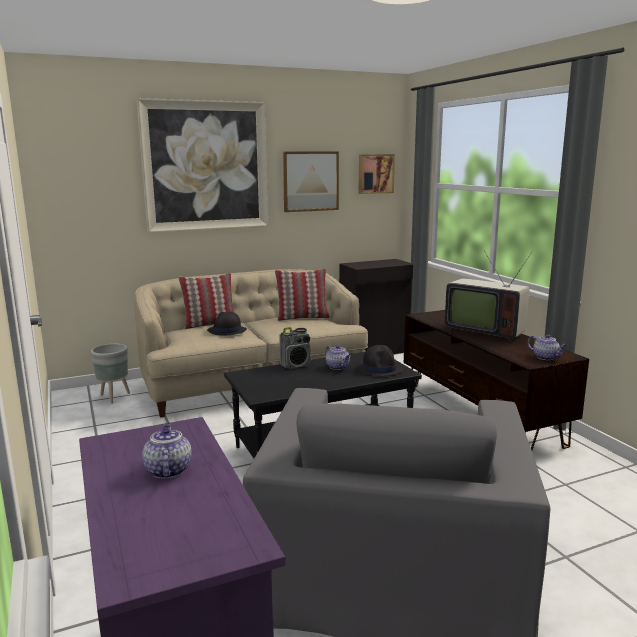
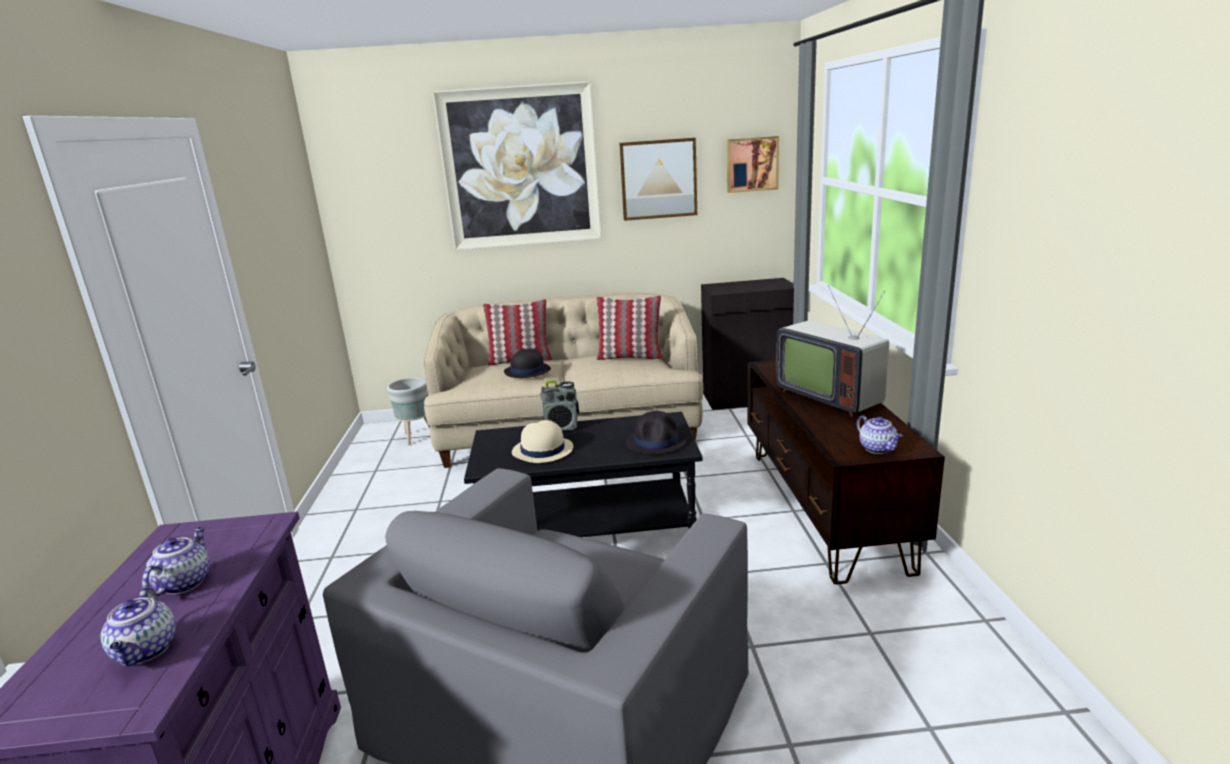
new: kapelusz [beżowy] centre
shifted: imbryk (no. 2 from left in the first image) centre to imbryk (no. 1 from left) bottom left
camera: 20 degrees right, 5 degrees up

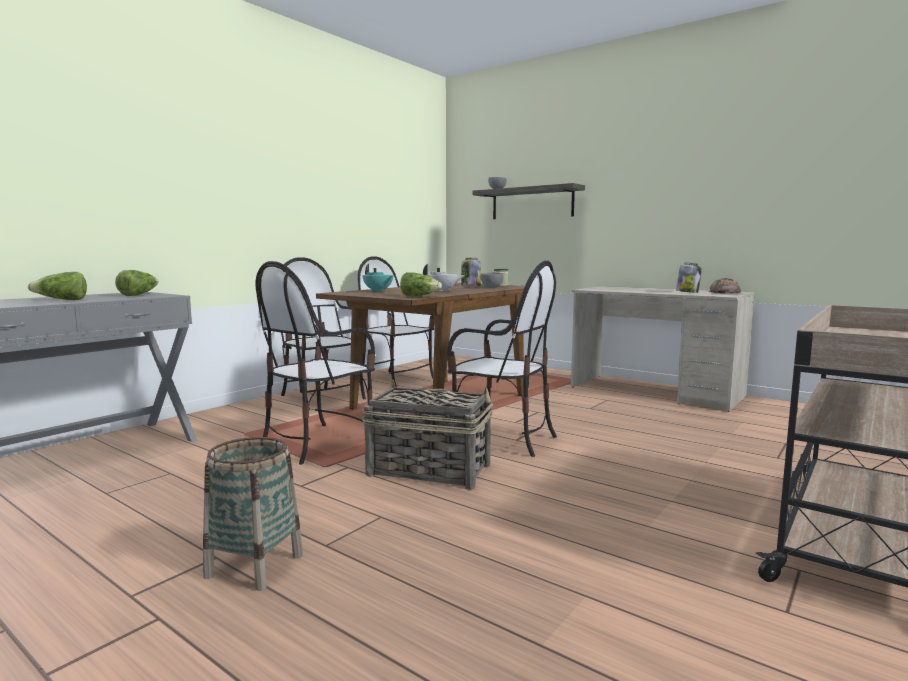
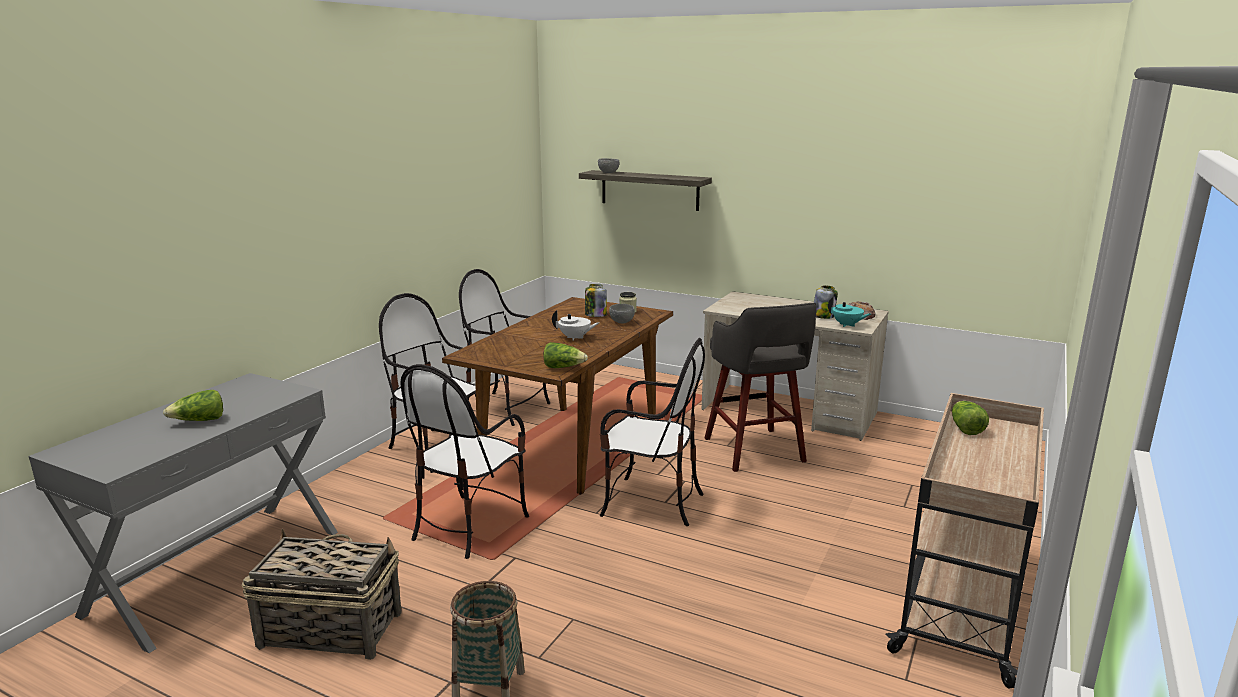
new: stołek [szary] centre
shifted: imbryk [turkusowy] centre to middle right; sałata (no. 2 from left in the first image) middle left to sałata (no. 3 from left) middle right; koszyk (no. 2 from left in the first image) centre to koszyk (no. 1 from left) bottom left
camera: 10 degrees left, 10 degrees up

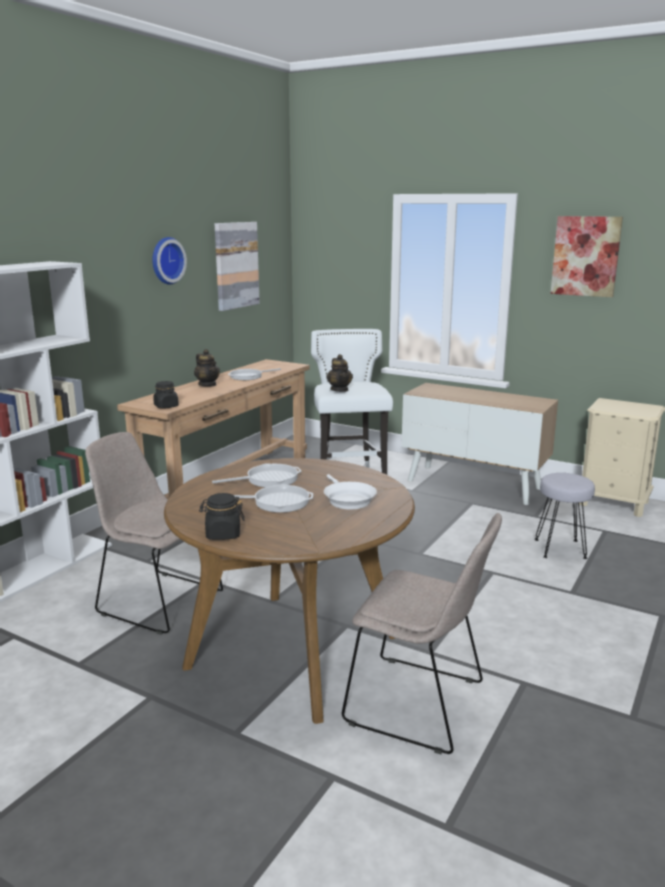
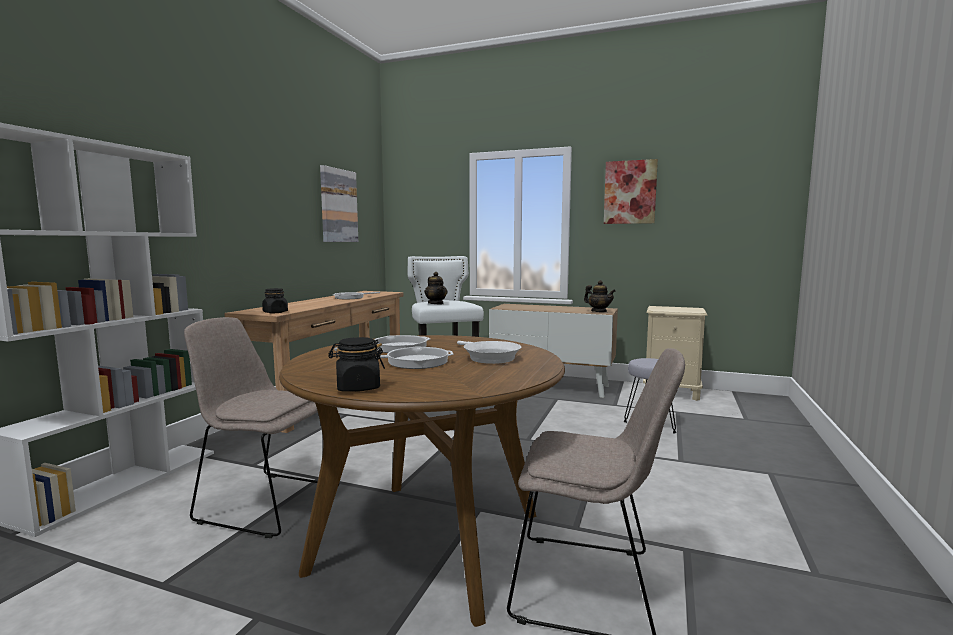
gone: zegar ścienny top left
shifted: imbryk (no. 1 from left in the first image) middle left to imbryk (no. 2 from left) centre
camera: 10 degrees left, 10 degrees down

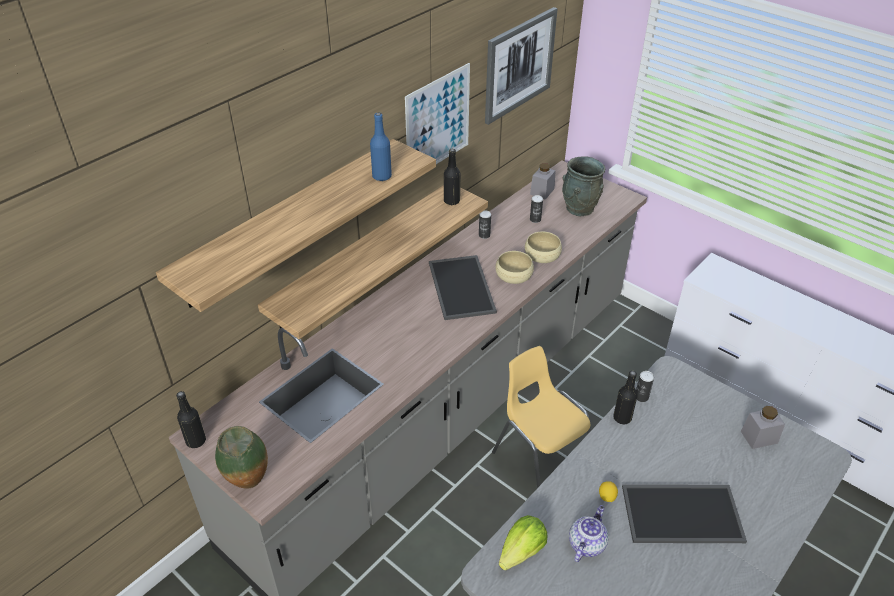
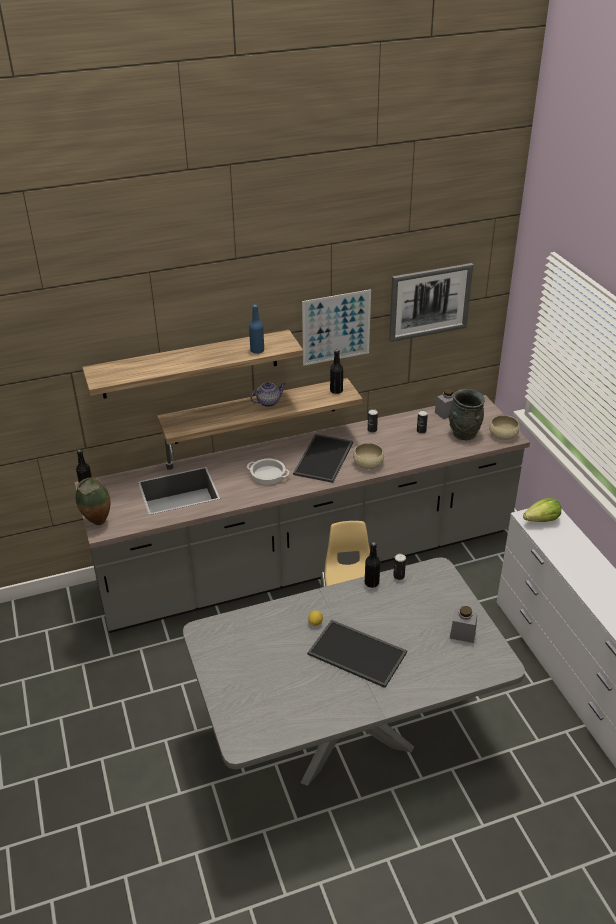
new: garnek centre
shifted: miska [beżowy] (no. 2 from left) centre to middle right; imbryk bottom centre to centre; sałata bottom centre to middle right
camera: 30 degrees right, 5 degrees down

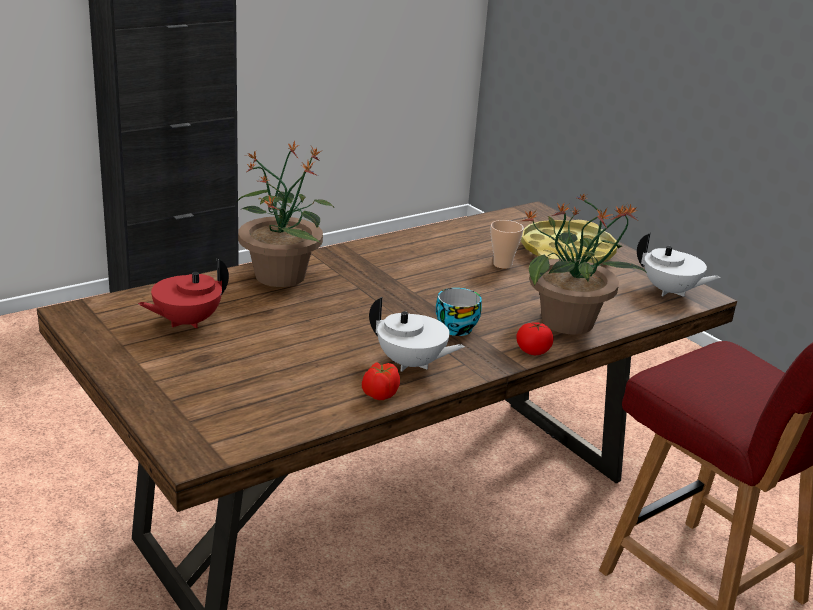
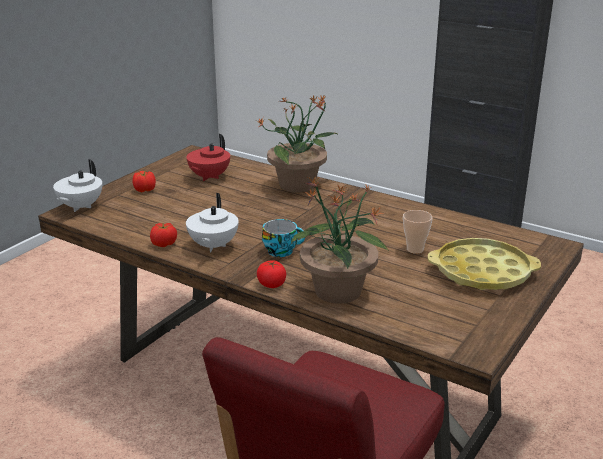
new: pomidor (no. 1 from left) middle left
shifted: imbryk [biały] (no. 2 from left in the first image) middle right to imbryk [biały] (no. 1 from left) middle left
rotated: imbryk [czerwony] middle left = centre 90 degrees counterclockwise
camera: 70 degrees right, 0 degrees up

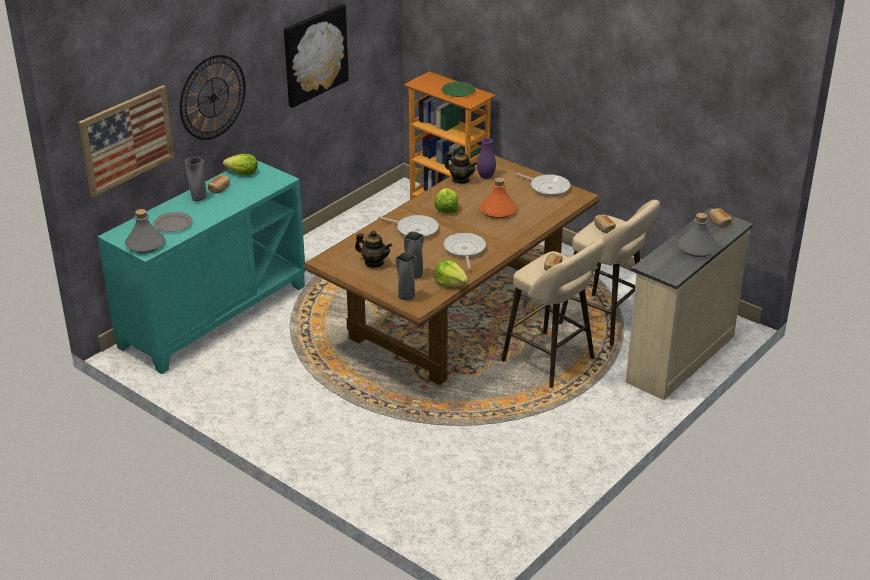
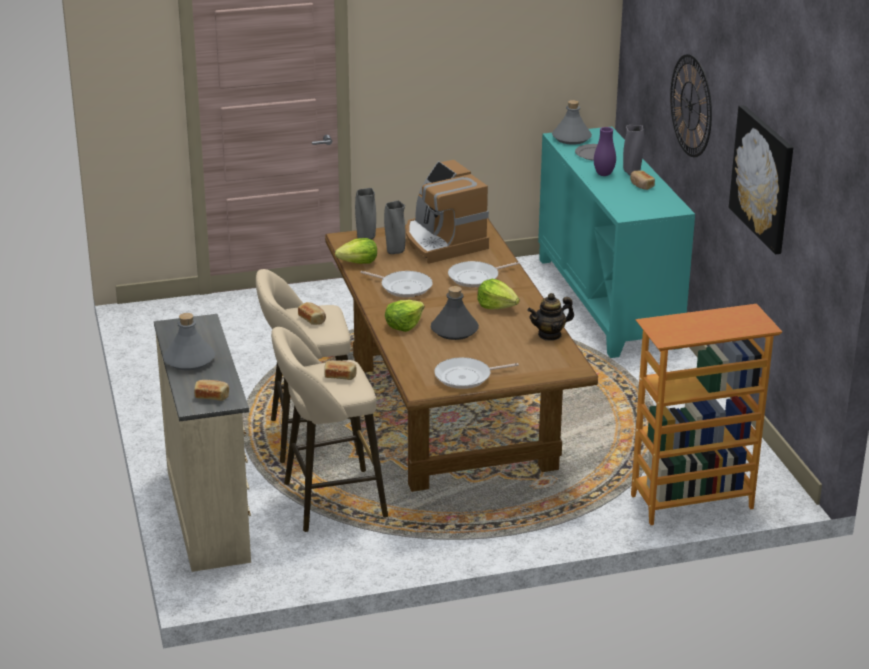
gone: talerz [zielony] top centre; obraz (no. 1 from left) top left
shifted: wazon [fioletowy] top centre to top right; sałata (no. 1 from left in the first image) top left to sałata (no. 2 from left) centre
swapped: imbryk (no. 1 from left) centre to ekspres do kawy top centre
repainted: butelka [pomarańczowy] centre to butelka [szary] (no. 2 from left) centre
camera: 125 degrees right, 5 degrees down

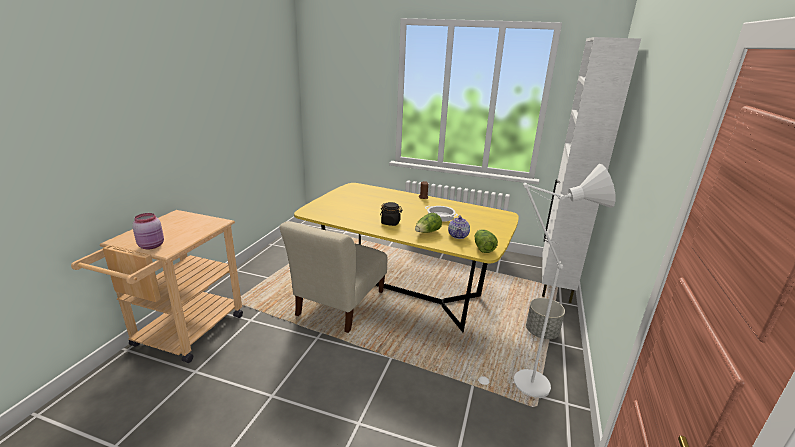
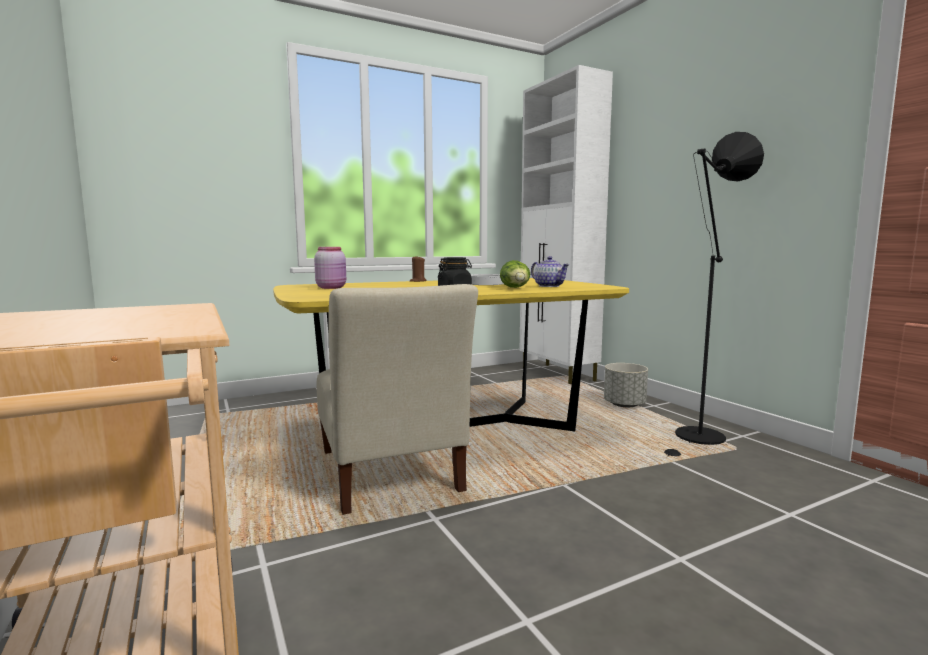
gone: sałata (no. 2 from left) centre
shifted: słoik [różowy] middle left to centre
repainted: lampa stojąca [biały] middle right to lampa stojąca [czarny] middle right
camera: 45 degrees left, 15 degrees down

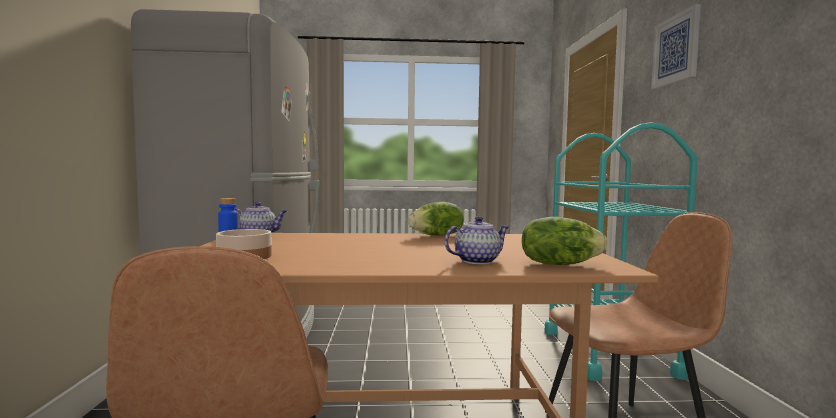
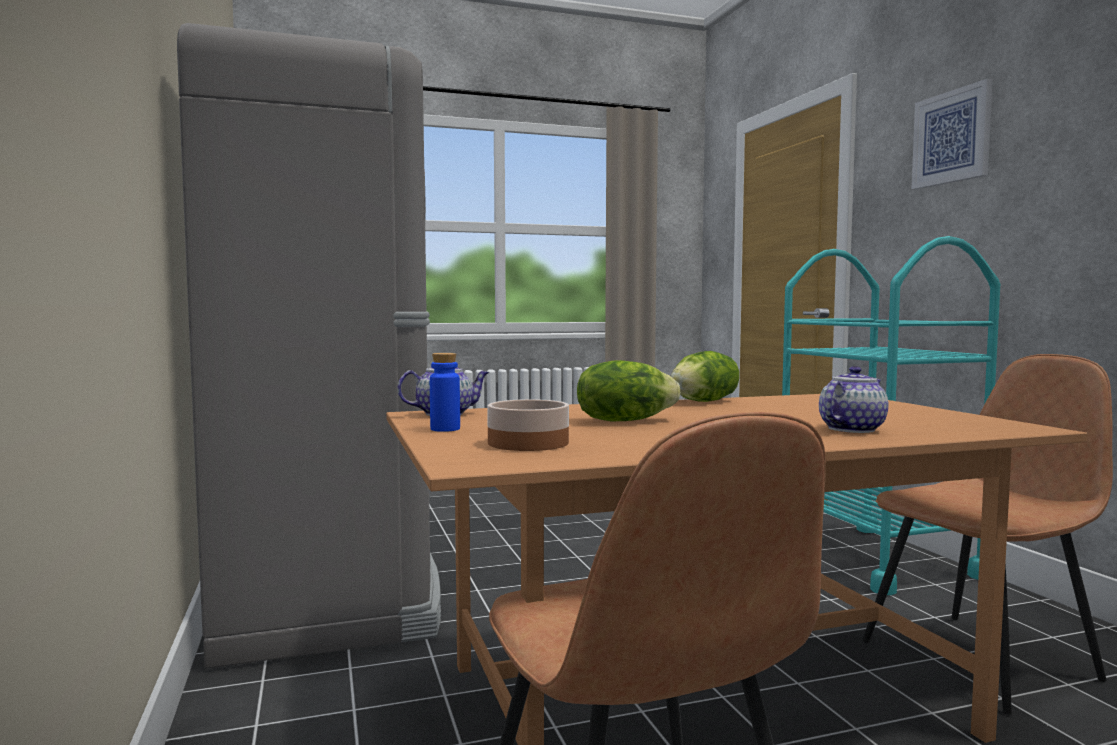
shifted: sałata (no. 2 from left in the first image) middle right to sałata (no. 1 from left) centre
camera: 15 degrees left, 0 degrees up

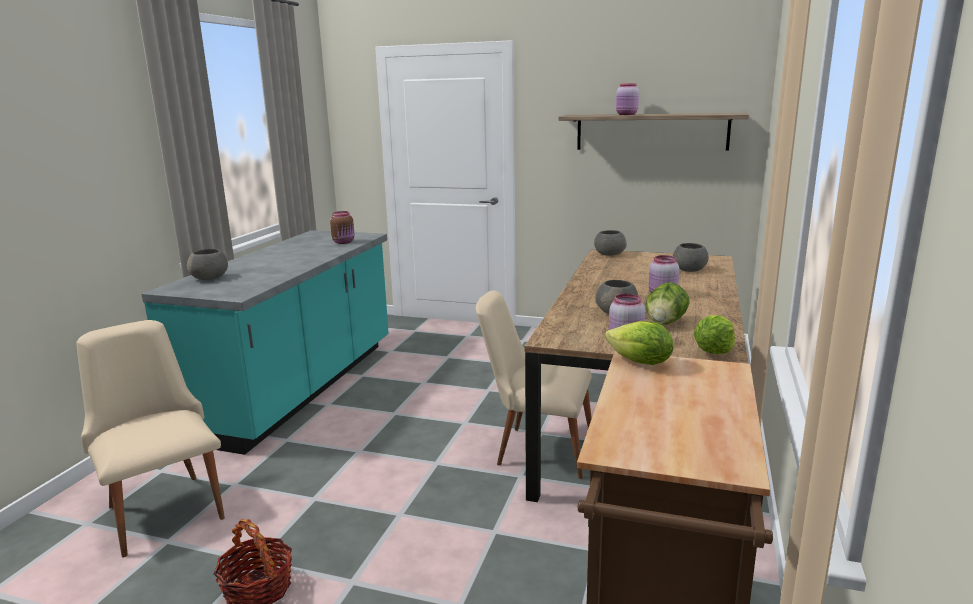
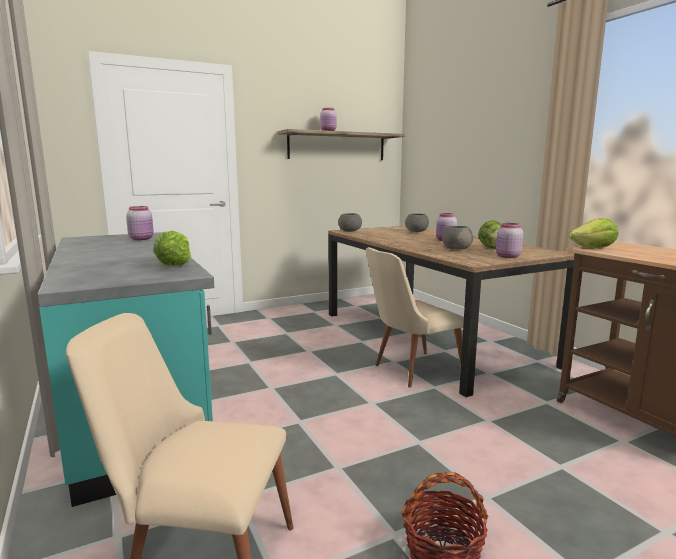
gone: miska [szary] (no. 1 from left) middle left
shifted: sałata (no. 3 from left in the first image) middle right to sałata (no. 1 from left) middle left
repainted: słoik [brązowy] centre to słoik [różowy] (no. 1 from left) middle left
camera: 45 degrees left, 5 degrees down

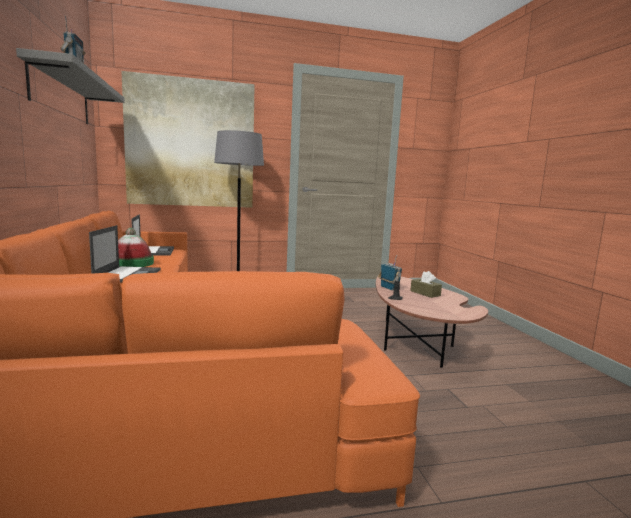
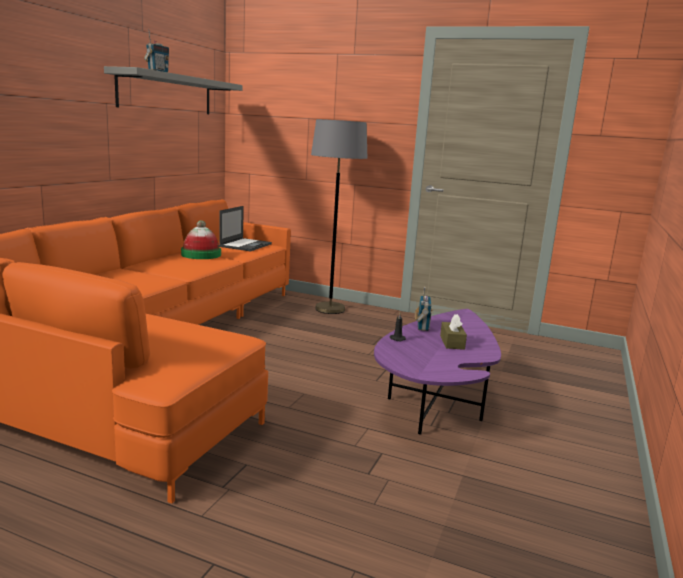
gone: obraz top left; laptop (no. 1 from left) middle left
repainted: ława [brązowy] middle right to ława [fioletowy] centre
camera: 35 degrees right, 5 degrees up

